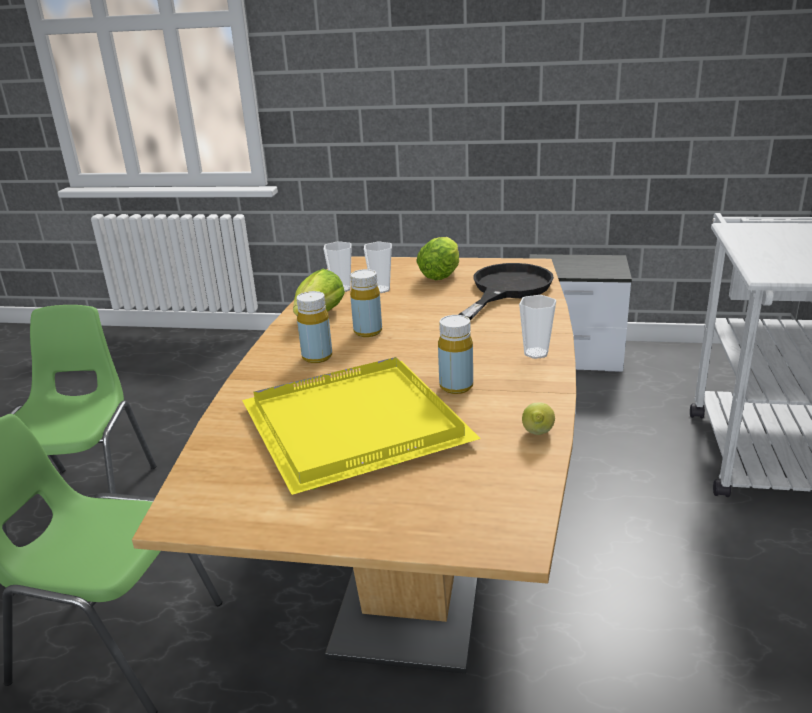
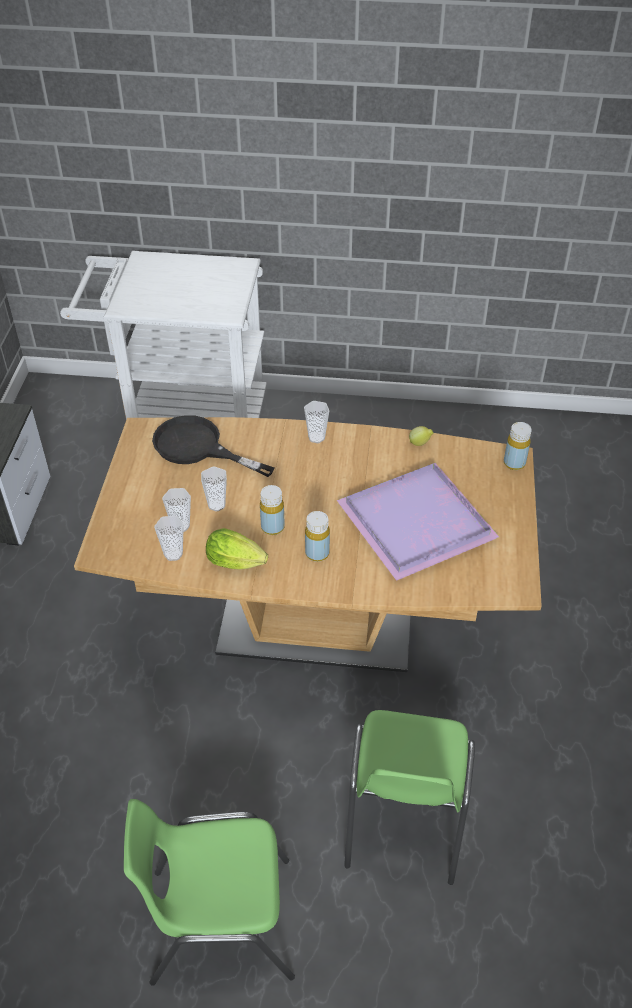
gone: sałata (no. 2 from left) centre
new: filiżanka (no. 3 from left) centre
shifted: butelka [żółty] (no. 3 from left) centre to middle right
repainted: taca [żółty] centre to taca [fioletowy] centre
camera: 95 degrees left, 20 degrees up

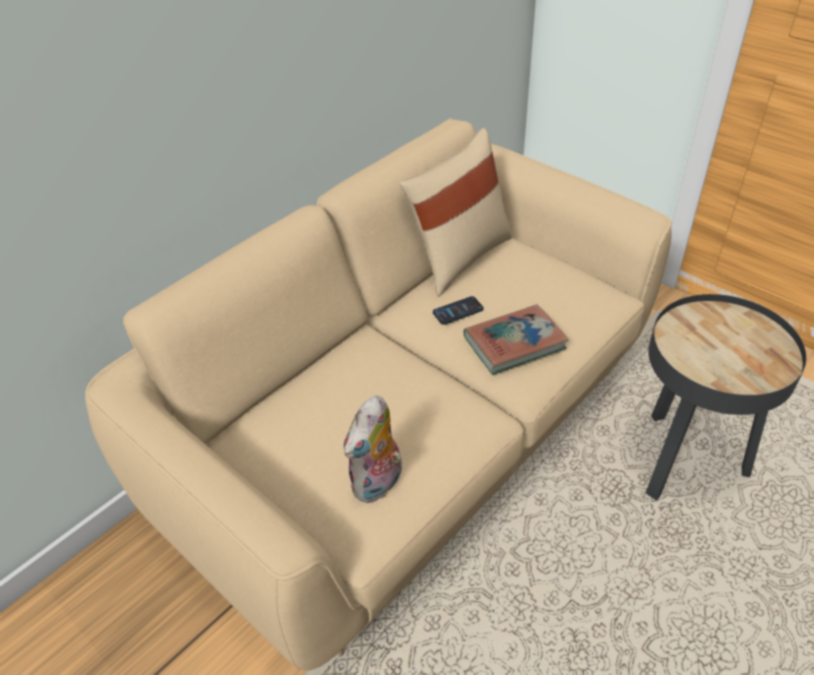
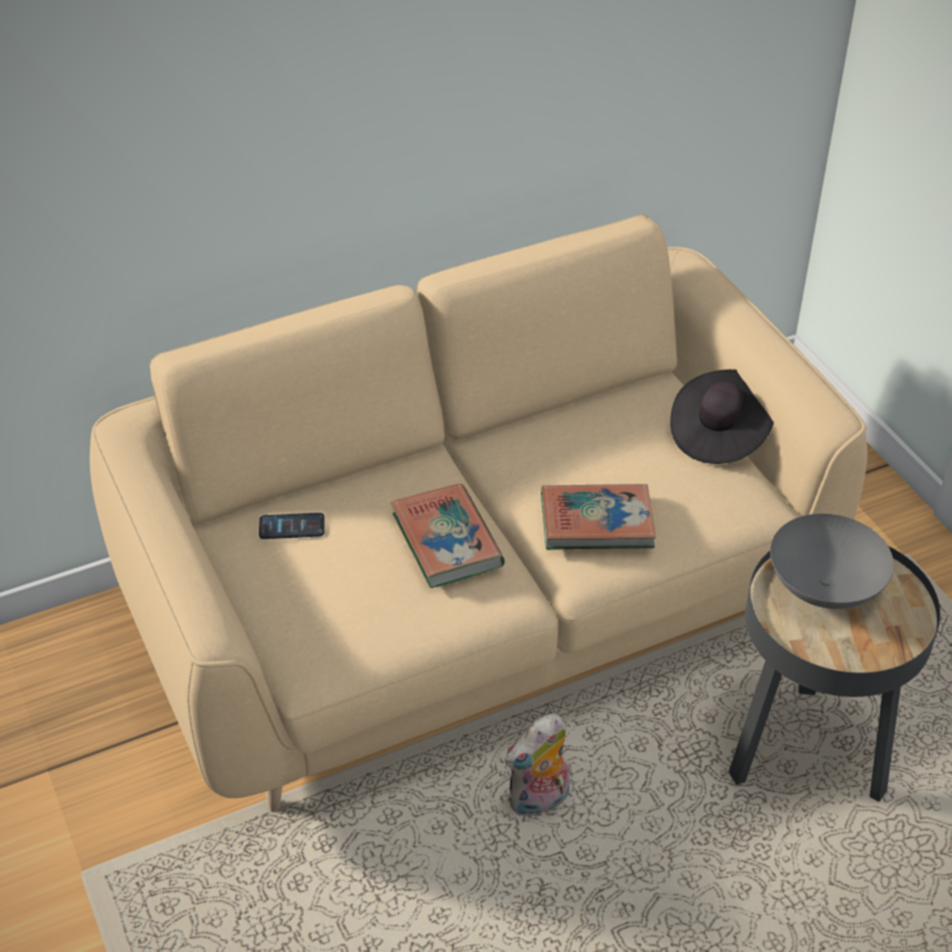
gone: poduszka [beżowy] top centre
new: kapelusz [czarny] middle right; książka (no. 1 from left) centre; miska [szary] middle right
shifted: telefon centre to middle left; pluszak centre to bottom centre
camera: 20 degrees right, 0 degrees up

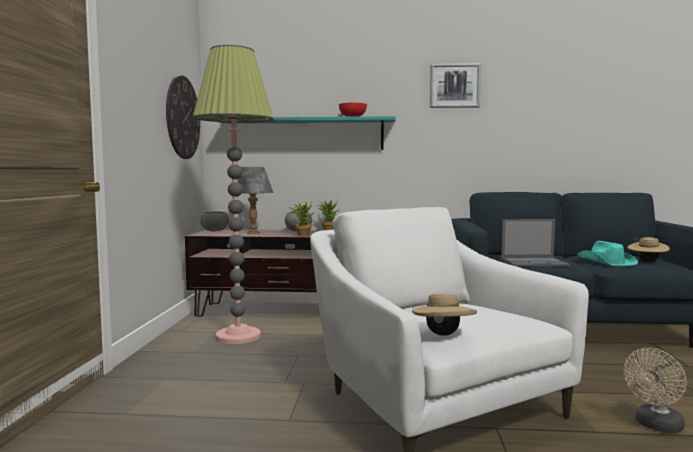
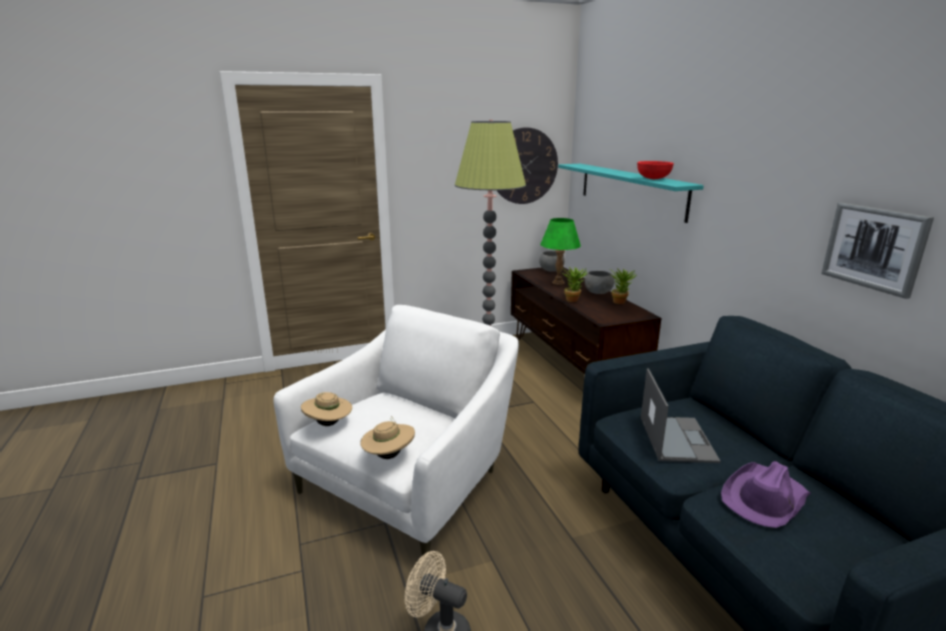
shifted: obraz top centre to middle right; kapelusz [beżowy] (no. 2 from left) middle right to bottom centre
repainted: lampa stołowa [szary] centre to lampa stołowa [zielony] centre; kapelusz [turkusowy] middle right to kapelusz [fioletowy] bottom right
rotated: laptop middle right = middle right 150 degrees counterclockwise
camera: 65 degrees right, 15 degrees up

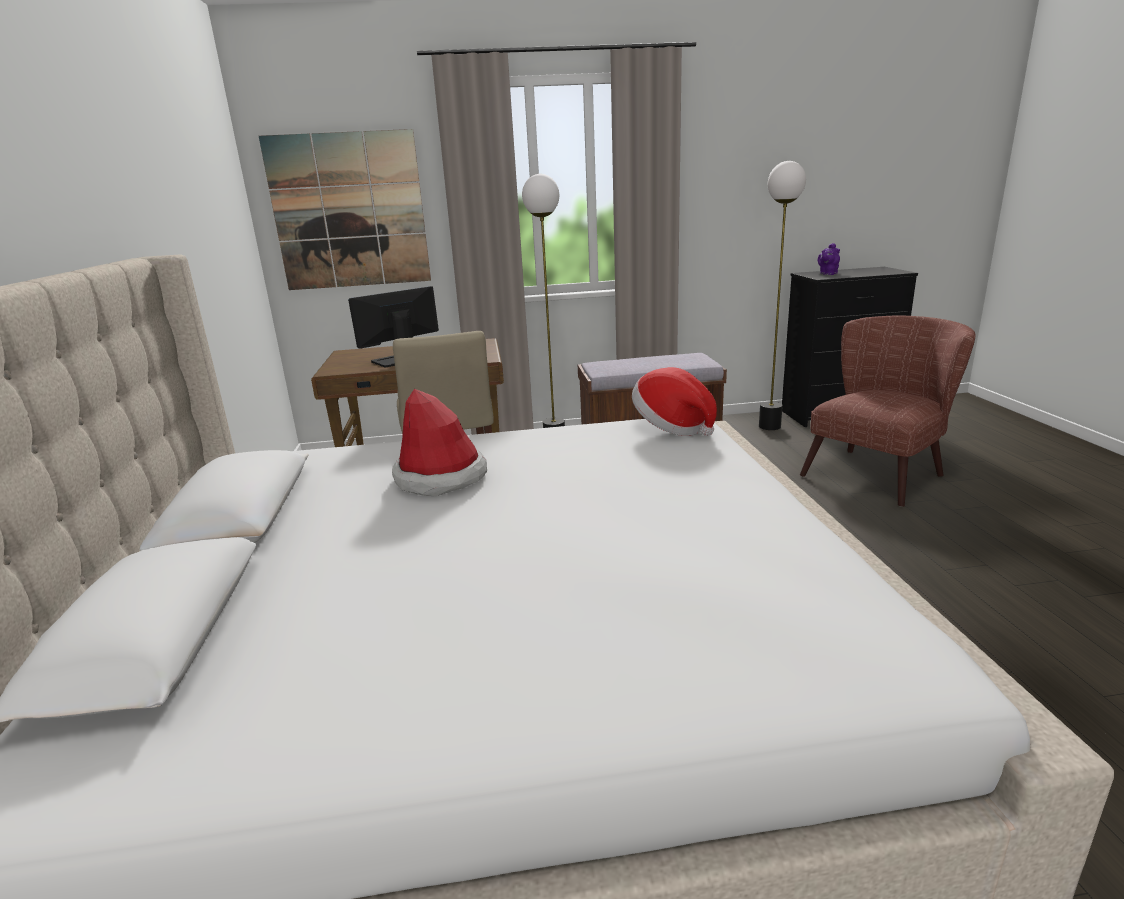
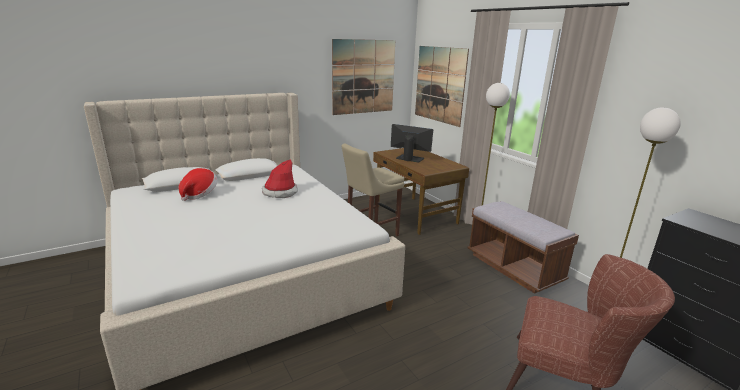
gone: imbryk [fioletowy] top right
new: obraz (no. 1 from left) top centre
shifted: kapelusz (no. 2 from left in the first image) centre to kapelusz (no. 1 from left) middle left
camera: 65 degrees right, 0 degrees up

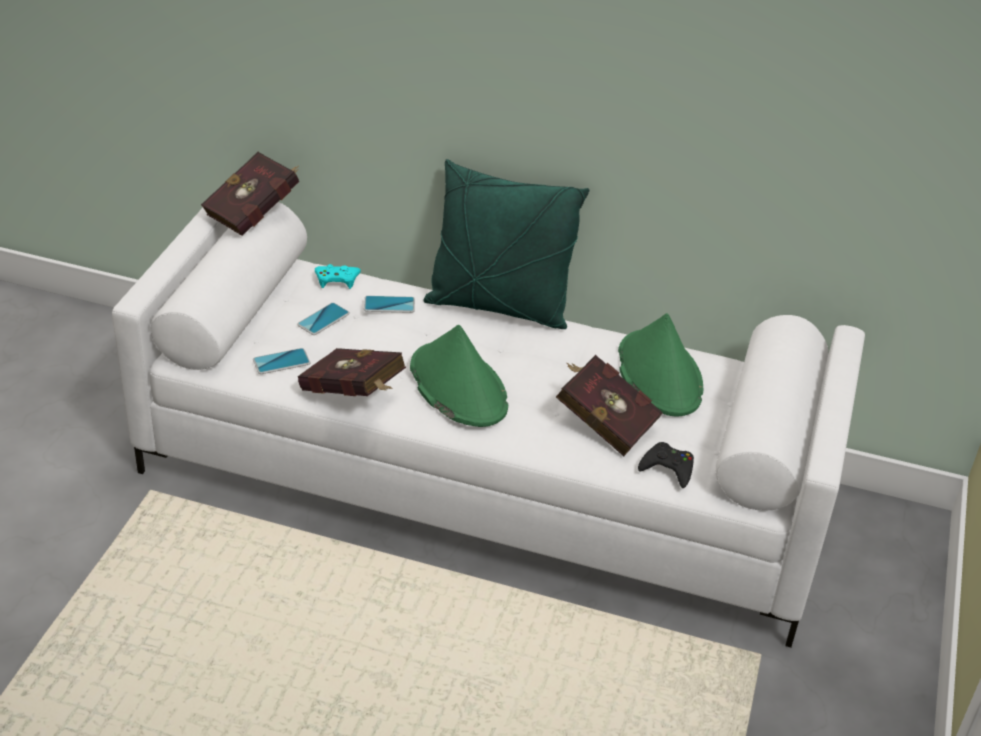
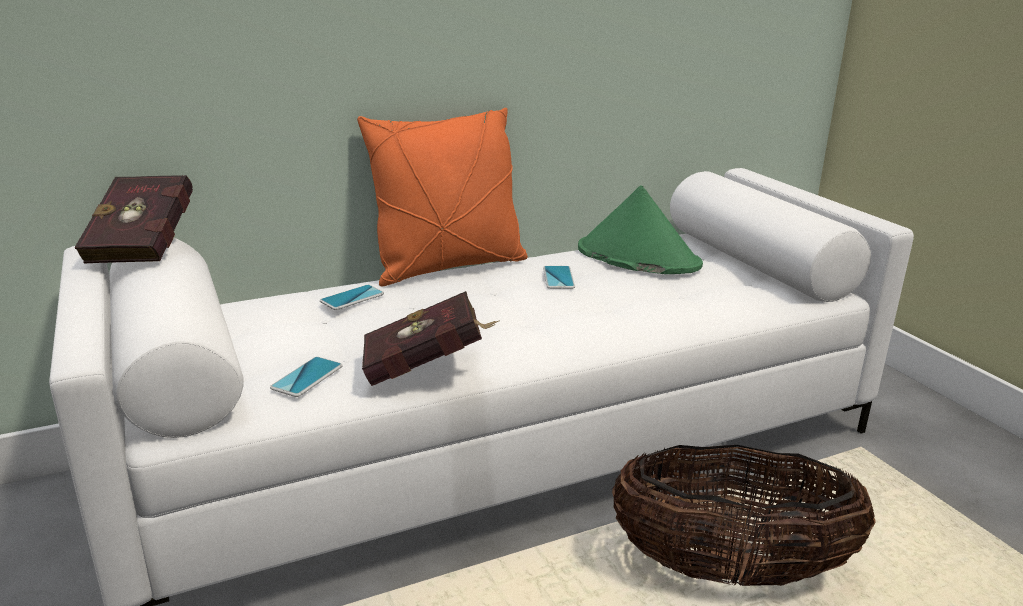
gone: pad do gier [turkusowy] centre; kapelusz [zielony] (no. 1 from left) centre; książka [czerwony] (no. 3 from left) centre; pad do gier [czarny] middle right
new: koszyk bottom right
shifted: telefon (no. 2 from left in the first image) middle left to telefon (no. 3 from left) centre
repainted: poduszka [zielony] top centre to poduszka [pomarańczowy] top centre
camera: 40 degrees left, 15 degrees down

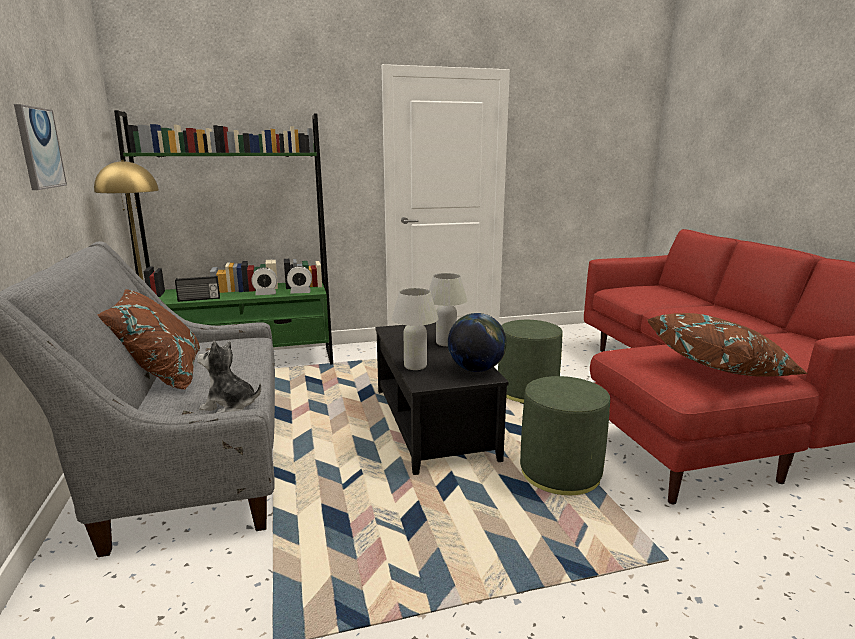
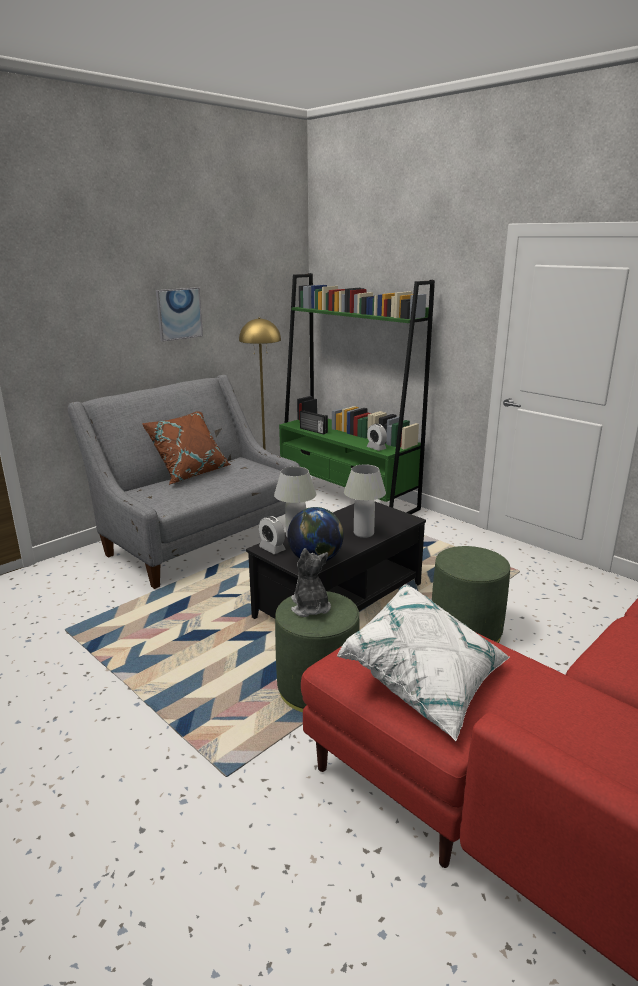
shifted: budzik (no. 1 from left) middle left to centre; pluszak middle left to centre
repainted: poduszka [brązowy] (no. 2 from left) middle right to poduszka [biały] bottom centre
camera: 60 degrees right, 5 degrees up

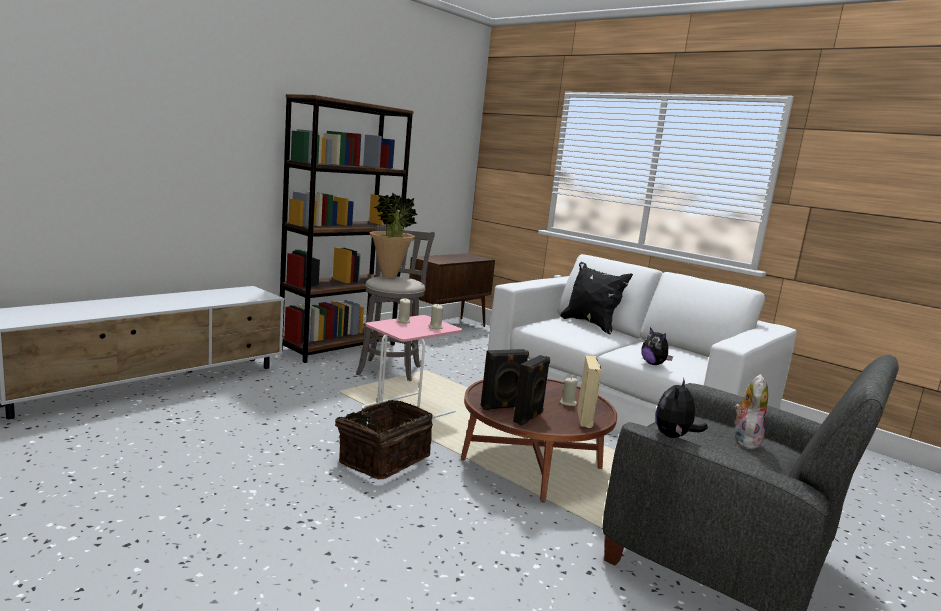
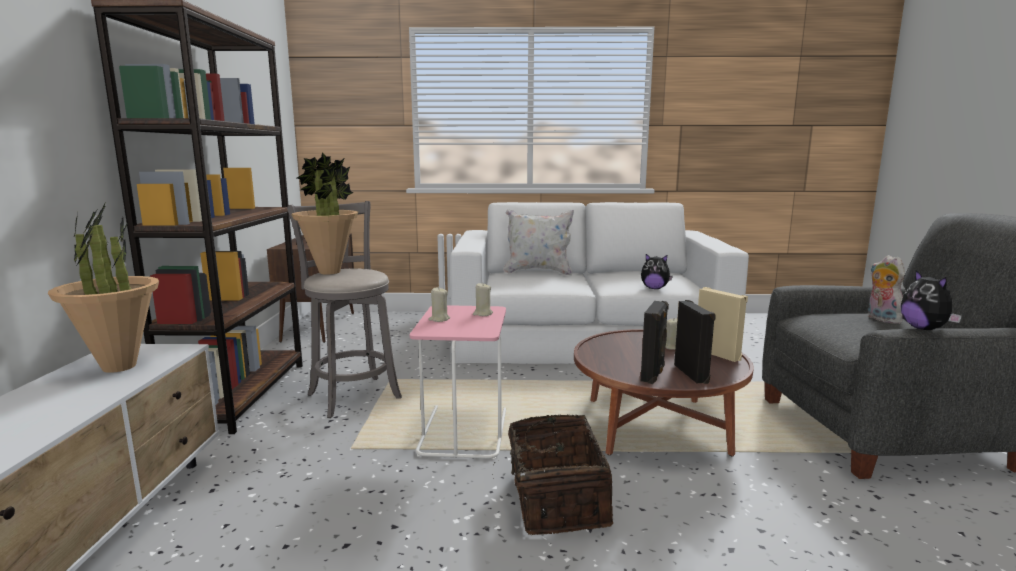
new: roślina doniczkowa (no. 1 from left) middle left
repainted: poduszka [czarny] centre to poduszka [biały] centre
camera: 40 degrees left, 0 degrees up

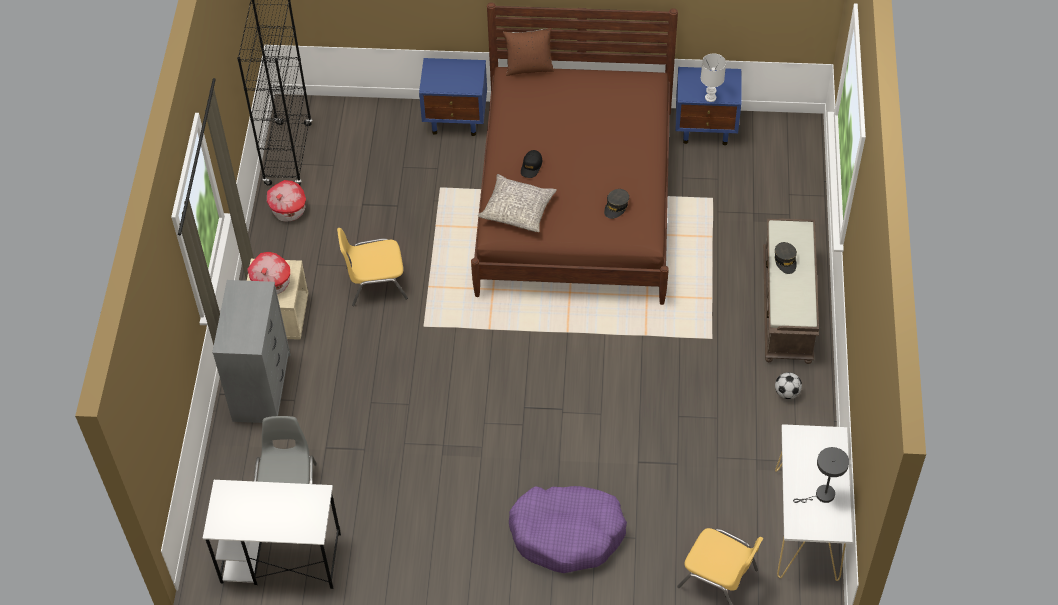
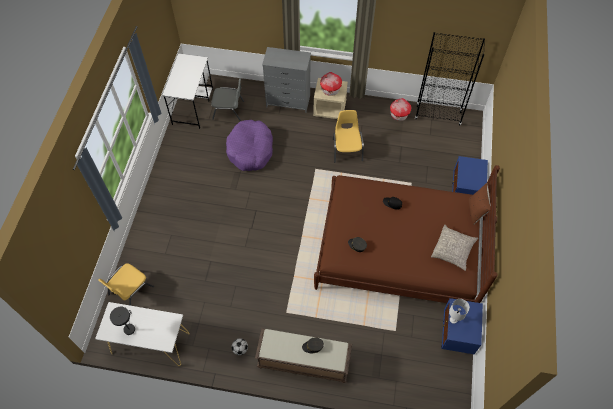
shifted: poduszka [szary] centre to middle right; legowisko [fioletowy] bottom centre to centre
camera: 95 degrees right, 5 degrees up

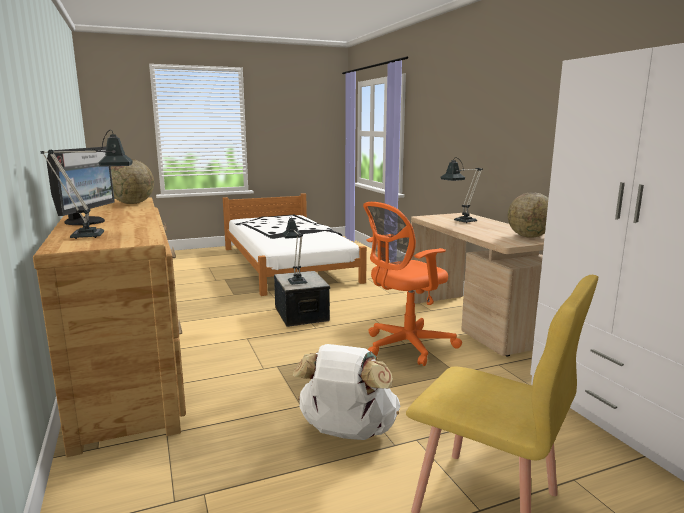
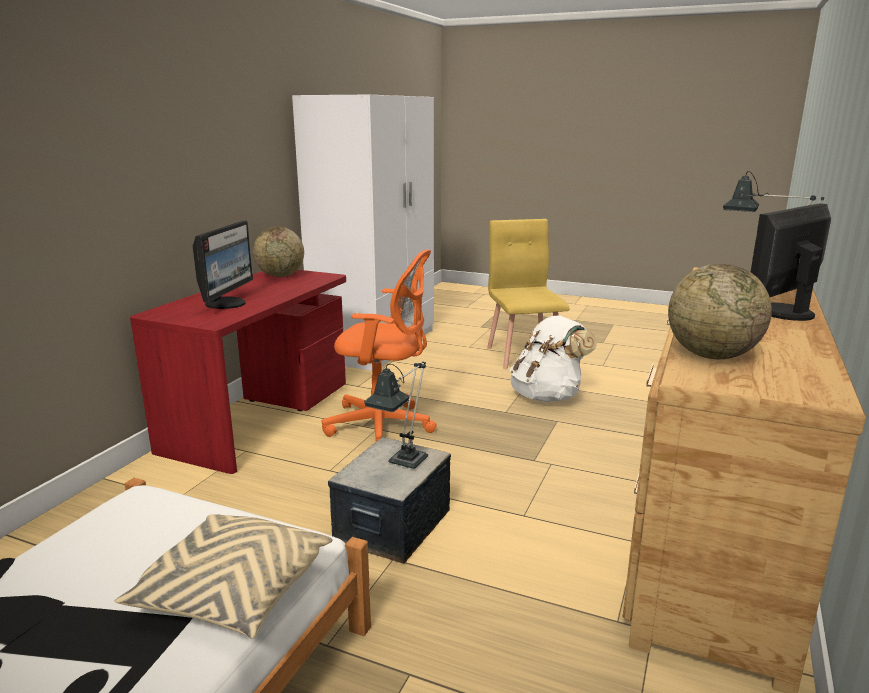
new: poduszka [beżowy] bottom left
swapped: lampa stołowa (no. 3 from left) middle right to monitor (no. 1 from left) middle left
repainted: biurko [beżowy] middle right to biurko [czerwony] middle left
camera: 135 degrees left, 5 degrees up

